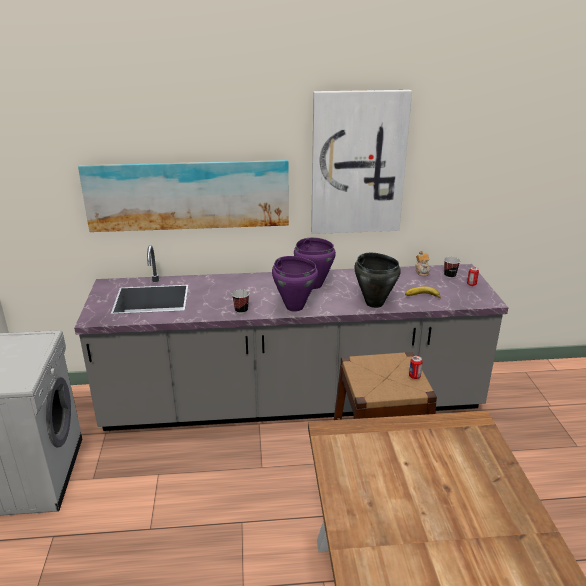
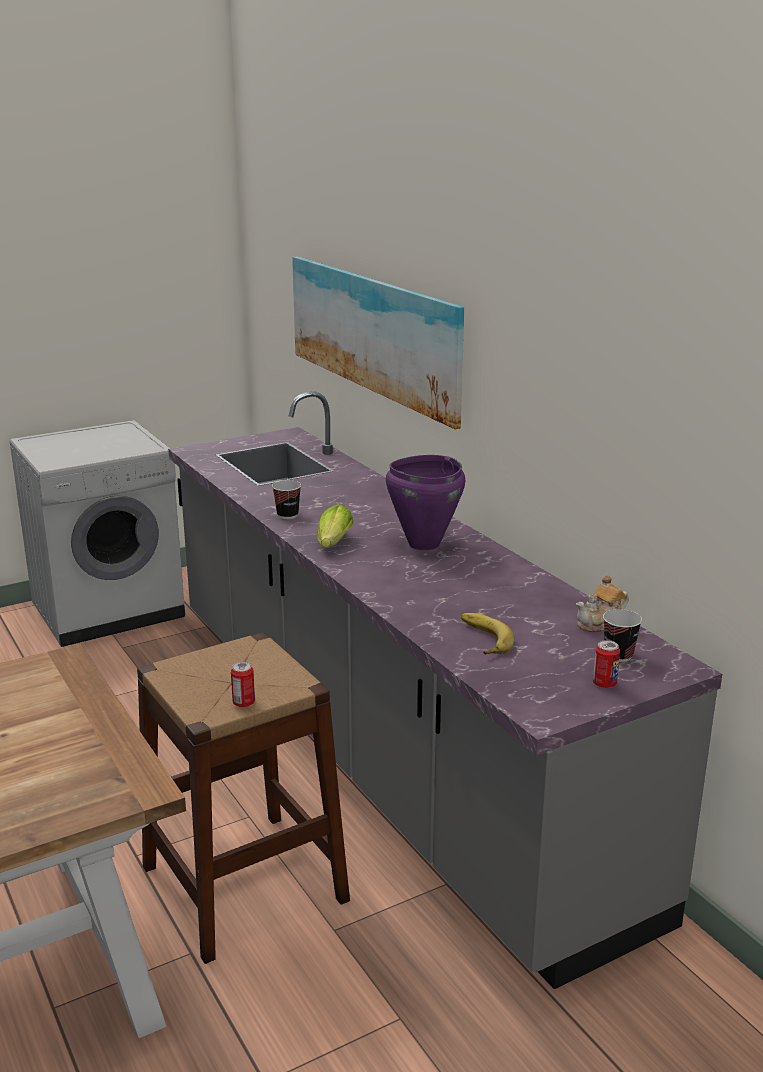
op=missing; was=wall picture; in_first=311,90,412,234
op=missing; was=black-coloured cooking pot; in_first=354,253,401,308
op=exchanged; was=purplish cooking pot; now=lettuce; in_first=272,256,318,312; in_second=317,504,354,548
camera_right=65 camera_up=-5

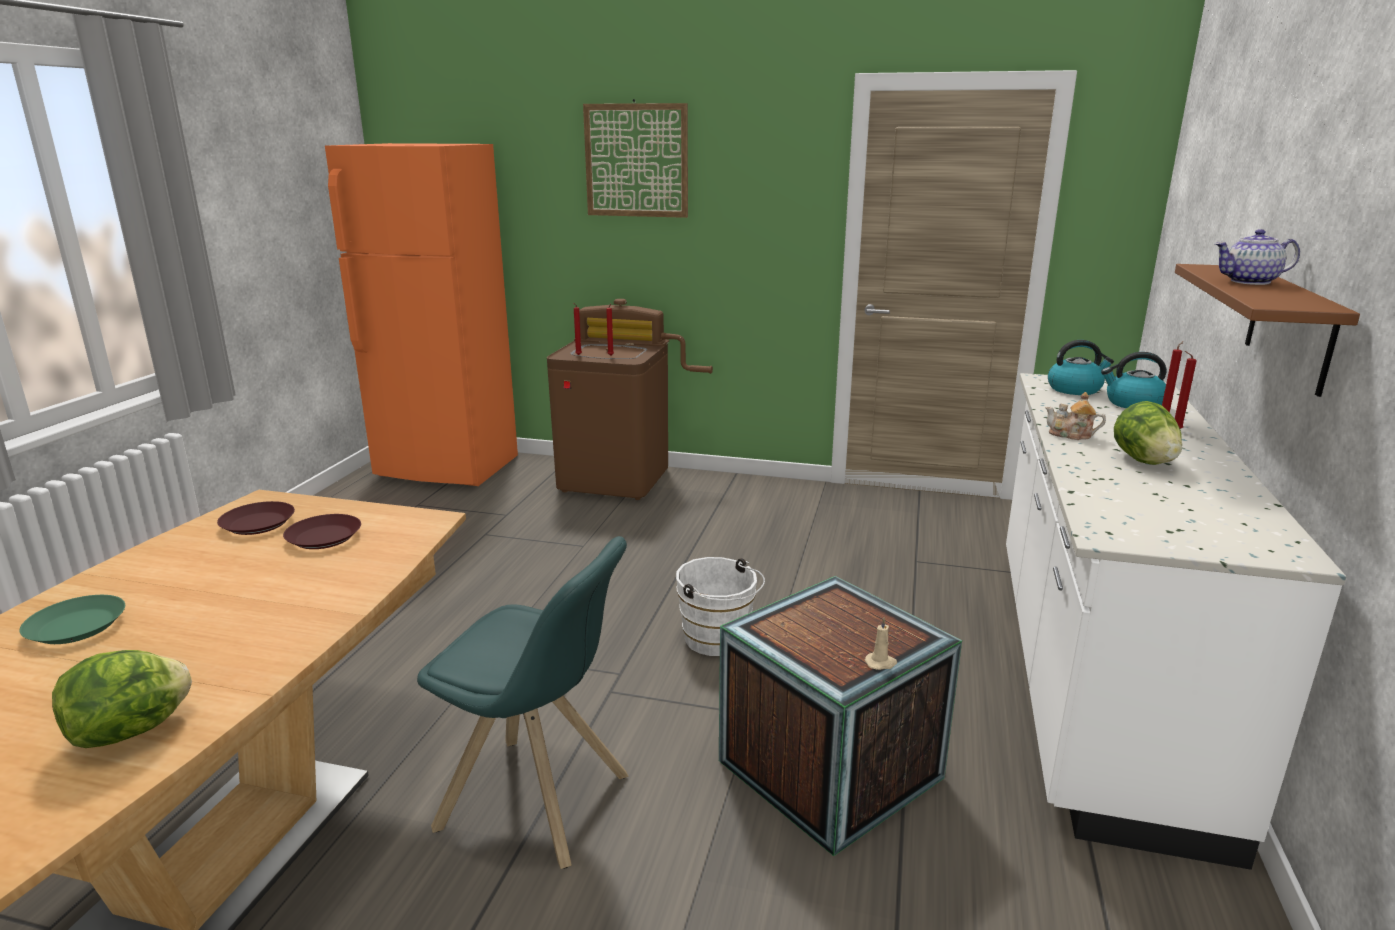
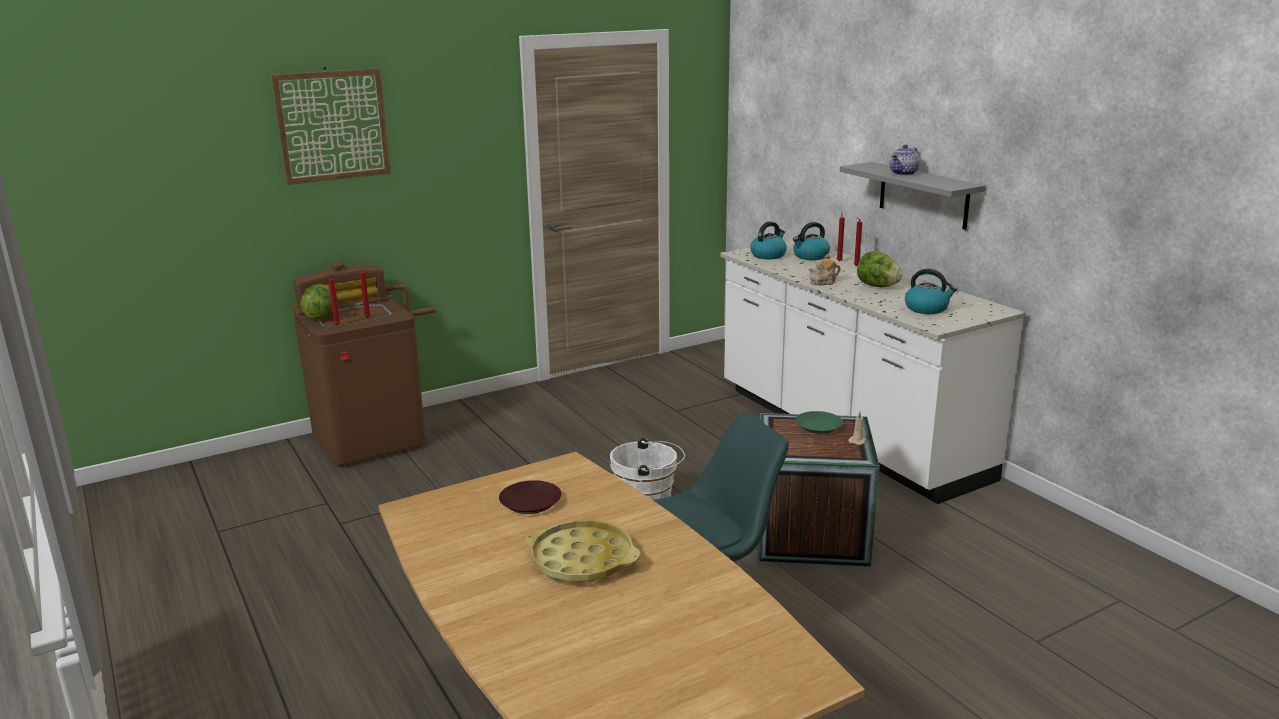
op=missing; was=orange refrigerator; in_first=325,143,518,486
op=colour; was=brown shelf; now=greyish shelf; in_first=1175,264,1360,397; in_second=840,162,986,230
op=missing; was=brown dinner plate; in_first=217,501,295,535
op=relocated; was=green-coloured dinner plate; in_first=19,595,125,644; in_second=795,411,843,434
op=relocated; was=lettuce; in_first=52,650,192,748; in_second=300,284,338,320
op=appeared; now=water kettle; in_second=905,269,957,314
op=appeared; now=yellow-coloured serving tray; in_second=525,520,641,582
camera_right=-45 camera_up=0

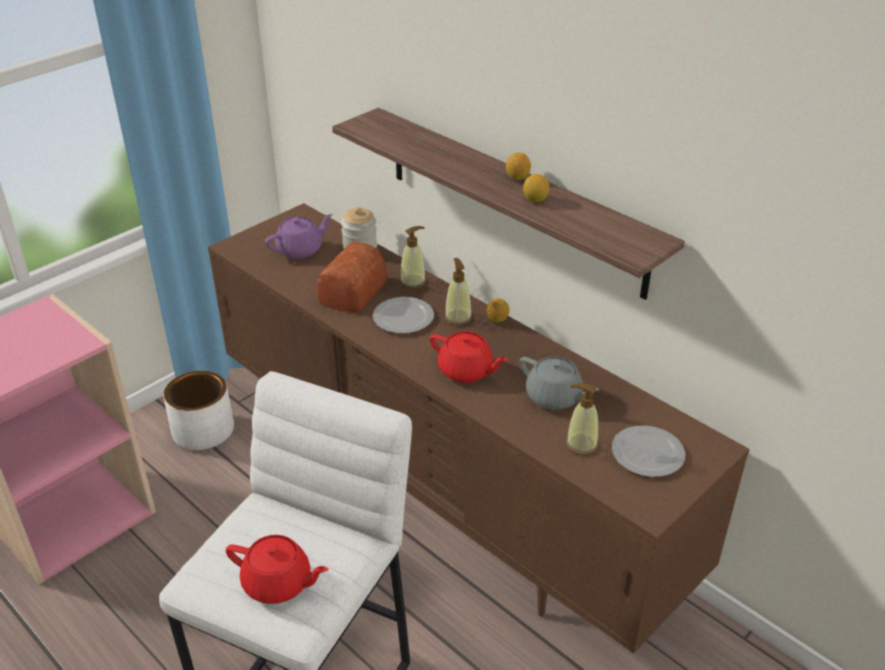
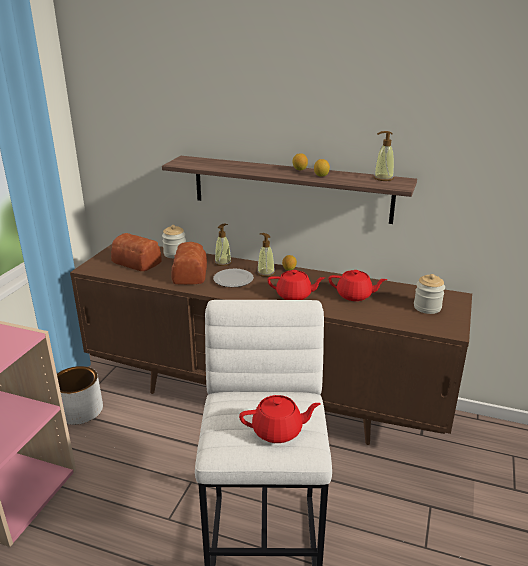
op=exchanged; was=purplish teapot; now=bakery bread; in_first=265,214,333,259; in_second=111,233,162,271
op=colour; was=greyish teapot; now=red teapot; in_first=519,356,599,410; in_second=328,270,387,301
op=relocated; was=soap dispenser; in_first=566,383,598,456; in_second=374,131,394,181
op=exchanged; was=dinner plate; now=preserve jar; in_first=612,425,685,477; in_second=414,274,445,314
camera_right=-25 camera_up=-10

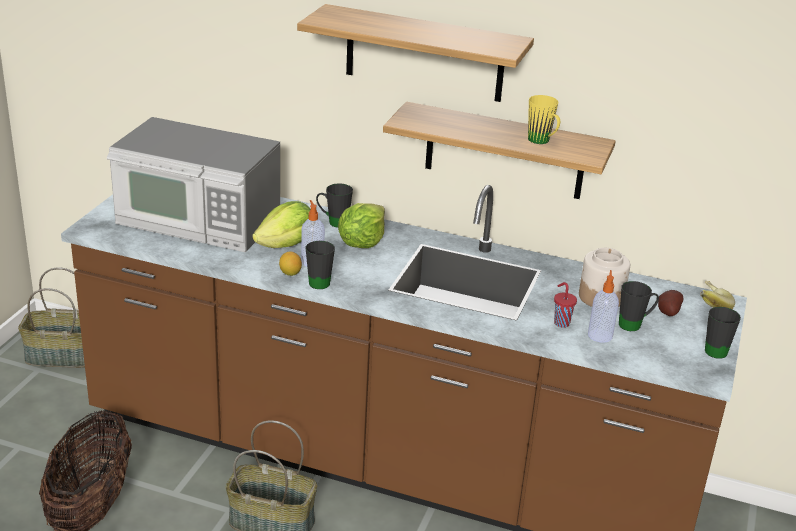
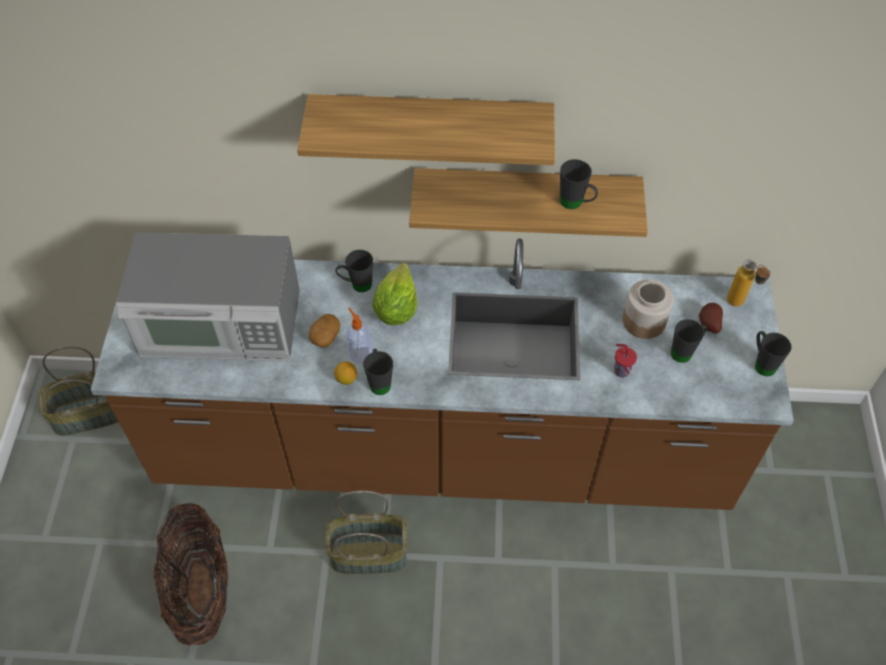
op=colour; was=yellow-coloured coffee mug; now=black-coloured coffee mug; in_first=528,95,560,144; in_second=560,159,598,209
op=exchanged; was=lettuce; now=potato; in_first=252,201,311,248; in_second=309,314,341,348
op=missing; was=soap dispenser; in_first=588,270,619,343
op=exchanged; was=whole banana; now=drink bottle; in_first=700,281,735,309; in_second=727,259,770,307
camera_right=-15 camera_up=25

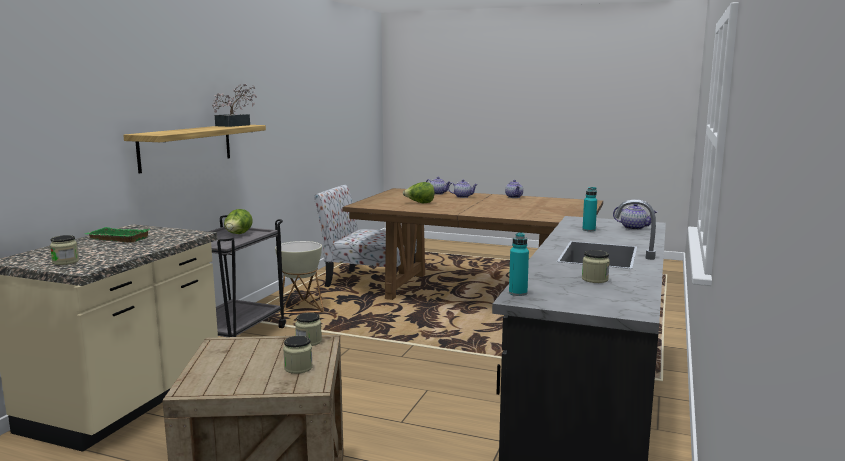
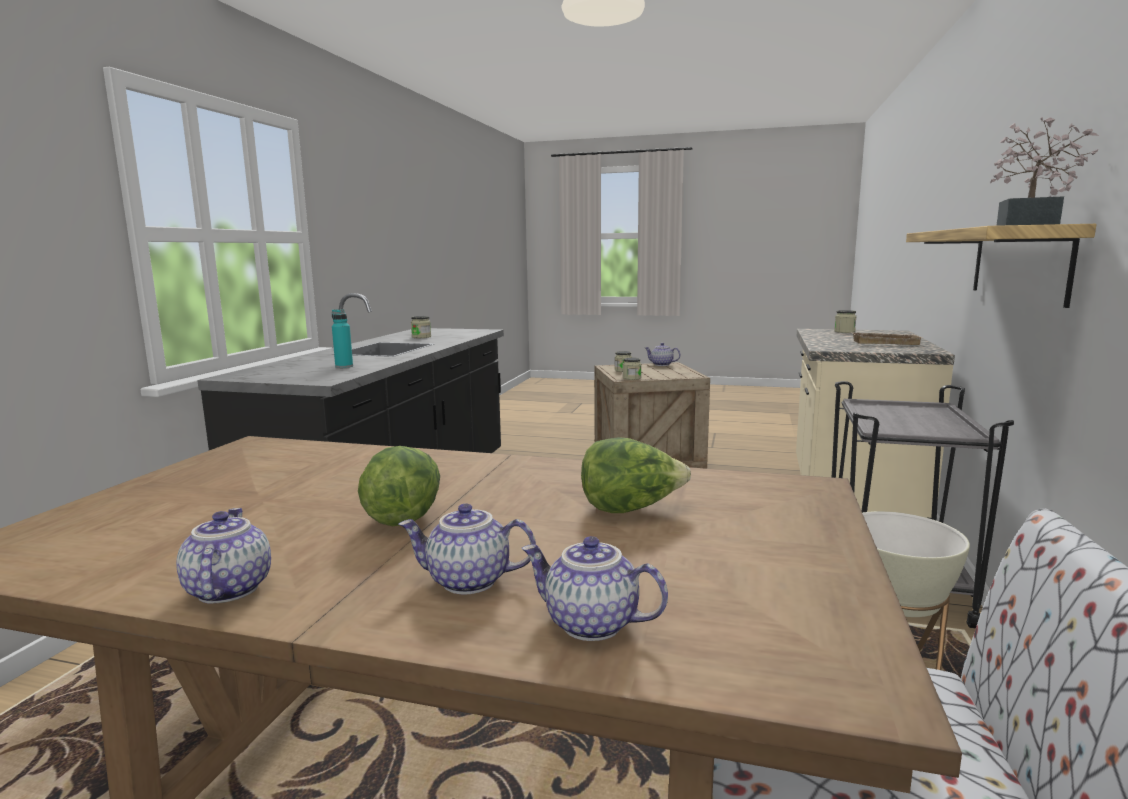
op=relocated; was=teapot; in_first=613,204,657,230; in_second=645,343,680,366
op=relocated; was=lettuce; in_first=224,209,253,234; in_second=358,446,440,526
op=colour; was=green-coloured serving tray; now=sand-coloured serving tray; in_first=85,227,150,243; in_second=851,332,923,345
op=missing; was=blue-green drink bottle; in_first=509,233,529,296
camera_right=175 camera_up=0

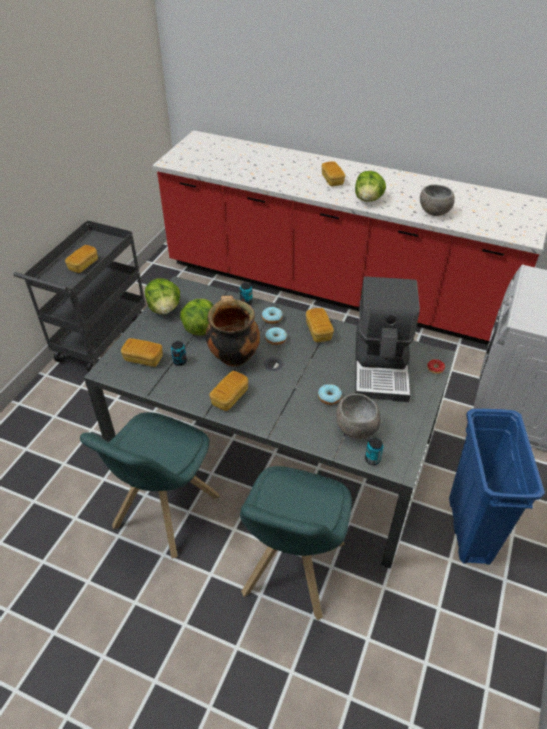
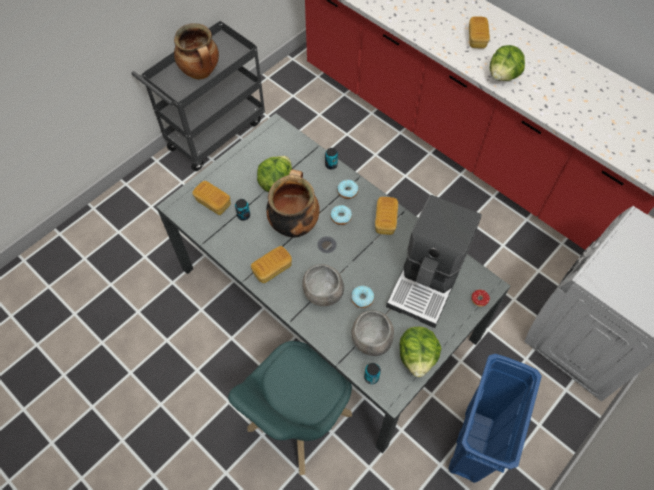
op=relocated; was=greyish deep dish; in_first=420,184,455,216; in_second=302,264,344,306
op=exchanged; was=bakery bread; now=cooking pot; in_first=65,245,98,273; in_second=174,23,219,80
op=relocated; was=lettuce; in_first=145,278,180,314; in_second=400,327,441,377
op=missing; was=blue-green upright chair; in_first=80,412,220,559
camera_right=20 camera_up=15

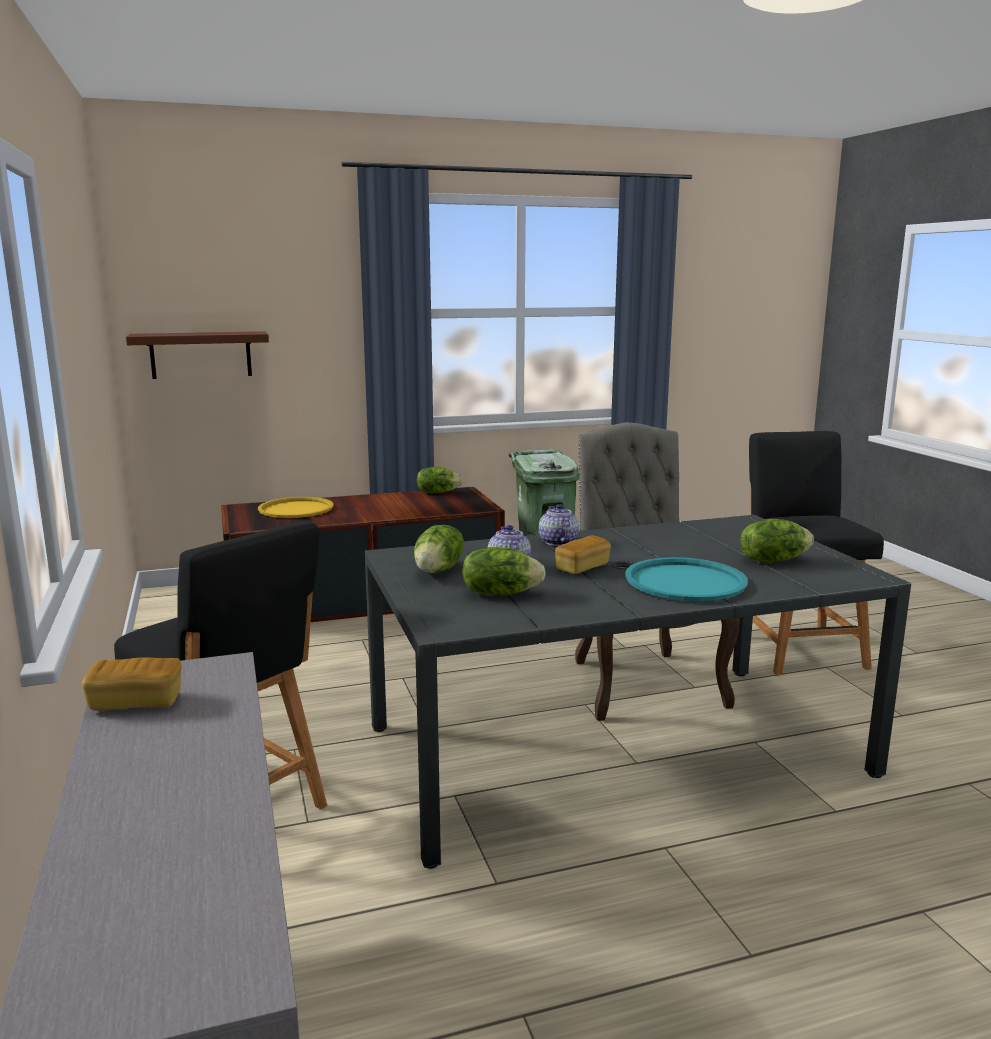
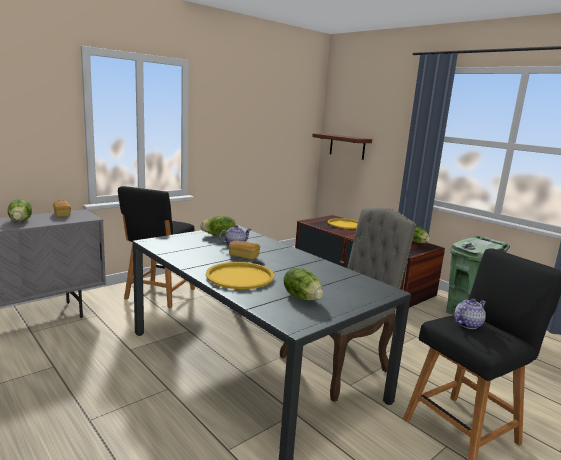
op=relocated; was=teapot; in_first=539,504,579,546; in_second=454,298,486,329
op=relocated; was=lettuce; in_first=462,547,546,596; in_second=8,199,32,222
op=colour; was=blue-green serving tray; now=yellow-coloured serving tray; in_first=625,557,748,601; in_second=206,262,274,289
camera_right=65 camera_up=0

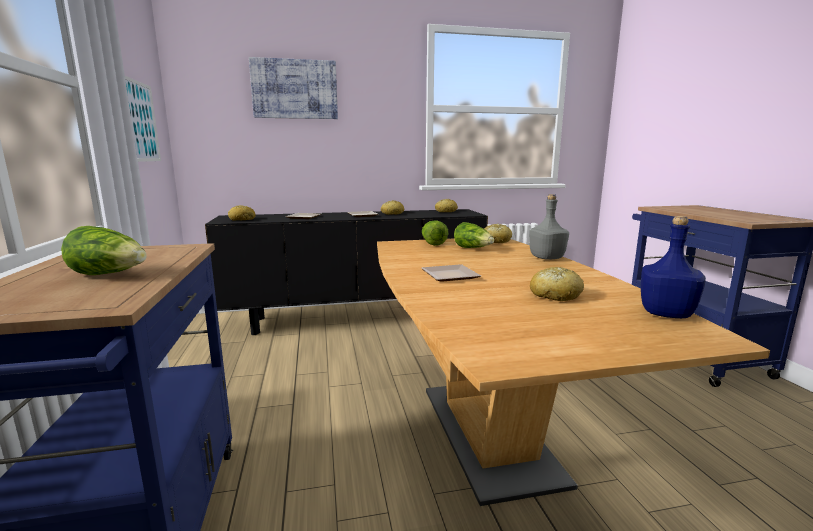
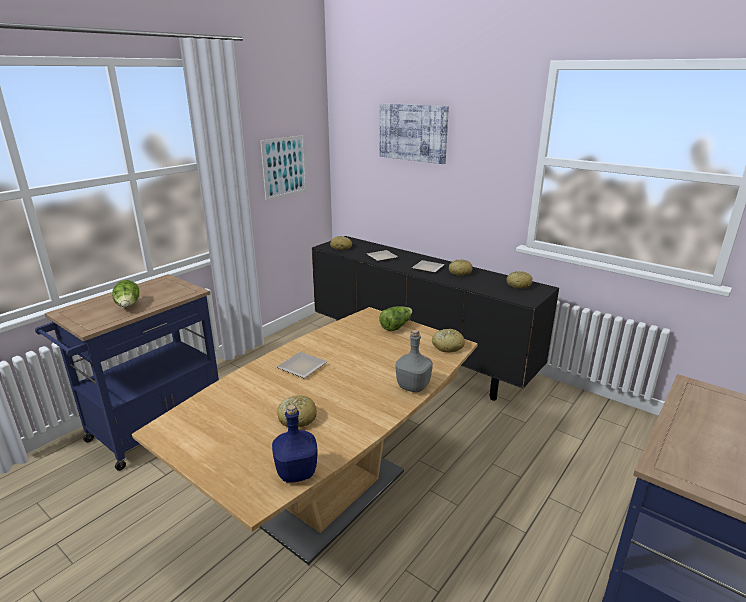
op=missing; was=lettuce; in_first=454,222,494,248
camera_right=50 camera_up=10

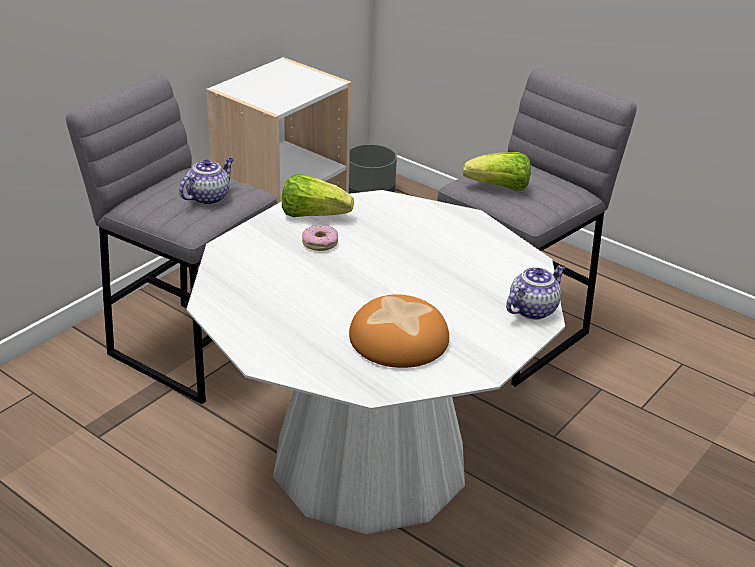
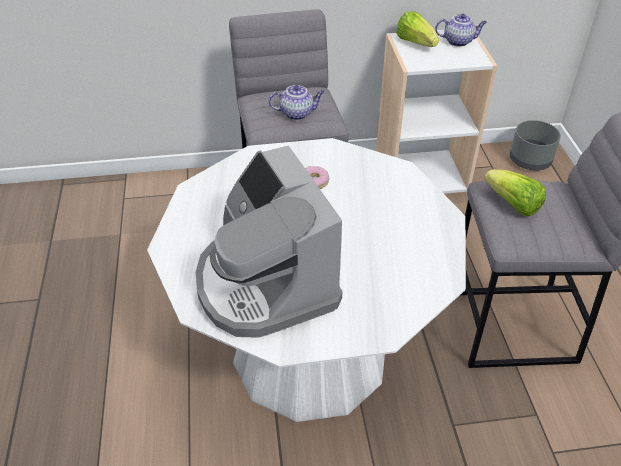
op=relocated; was=lettuce; in_first=282,174,354,217; in_second=396,11,439,47
op=relocated; was=teapot; in_first=506,265,566,320; in_second=435,14,487,47
op=exchanged; was=bakery bread; now=coffee machine; in_first=349,294,449,368; in_second=196,145,342,338
camera_right=45 camera_up=10

